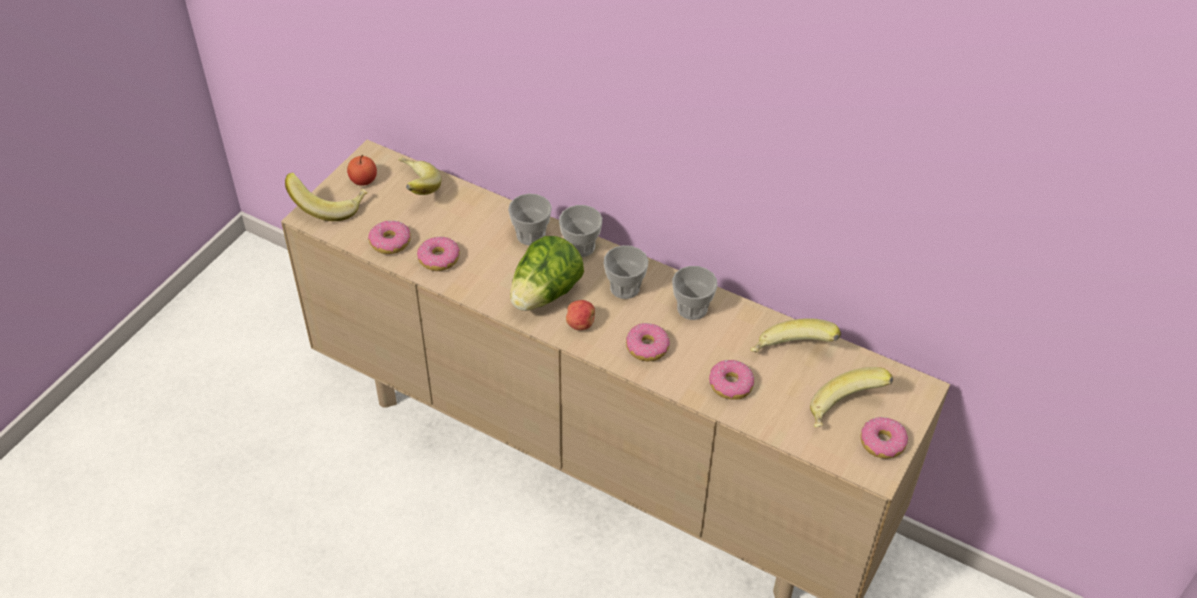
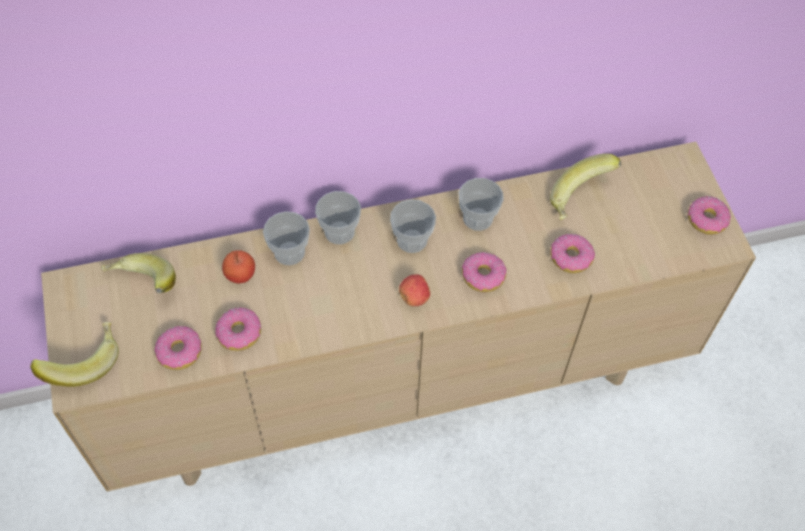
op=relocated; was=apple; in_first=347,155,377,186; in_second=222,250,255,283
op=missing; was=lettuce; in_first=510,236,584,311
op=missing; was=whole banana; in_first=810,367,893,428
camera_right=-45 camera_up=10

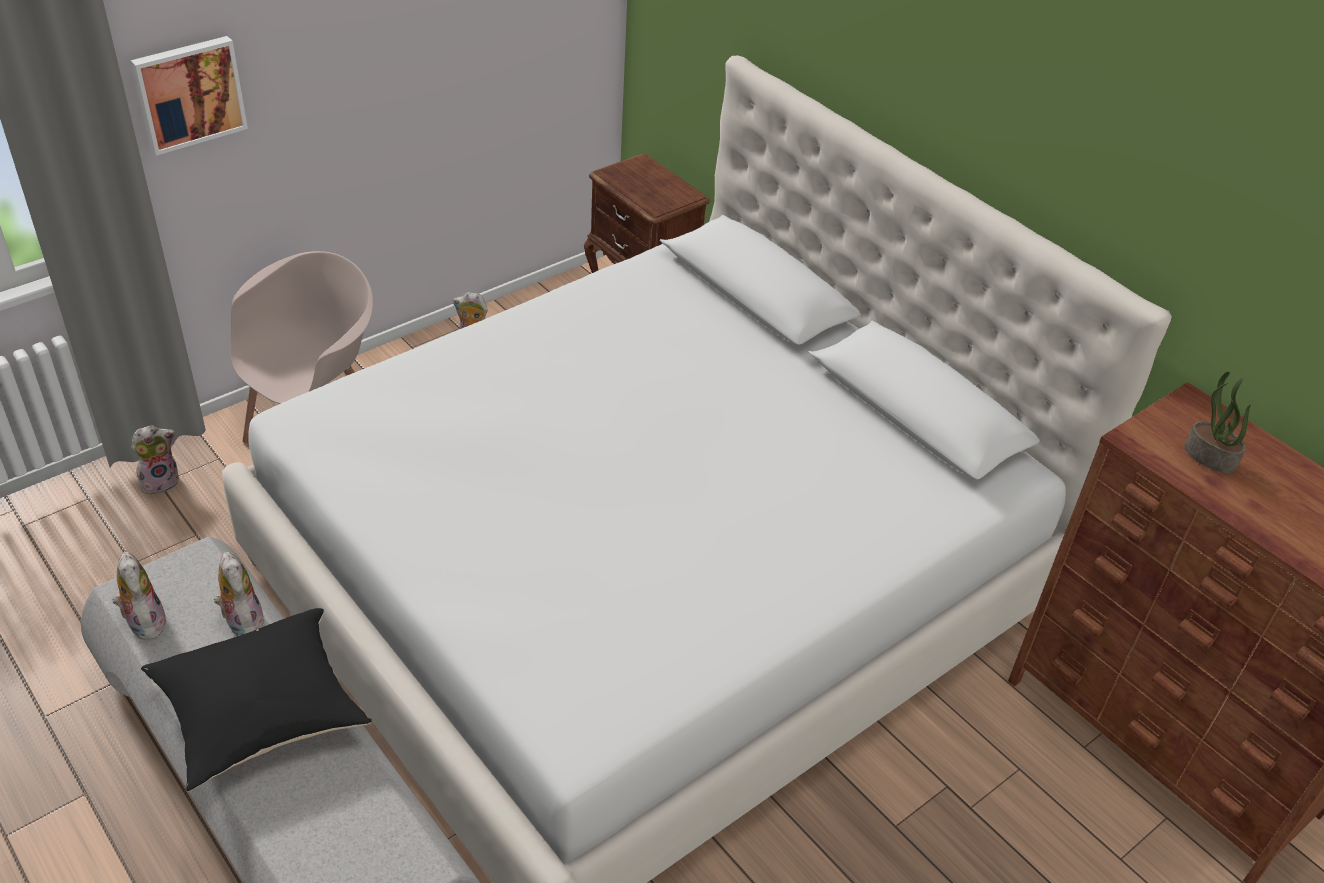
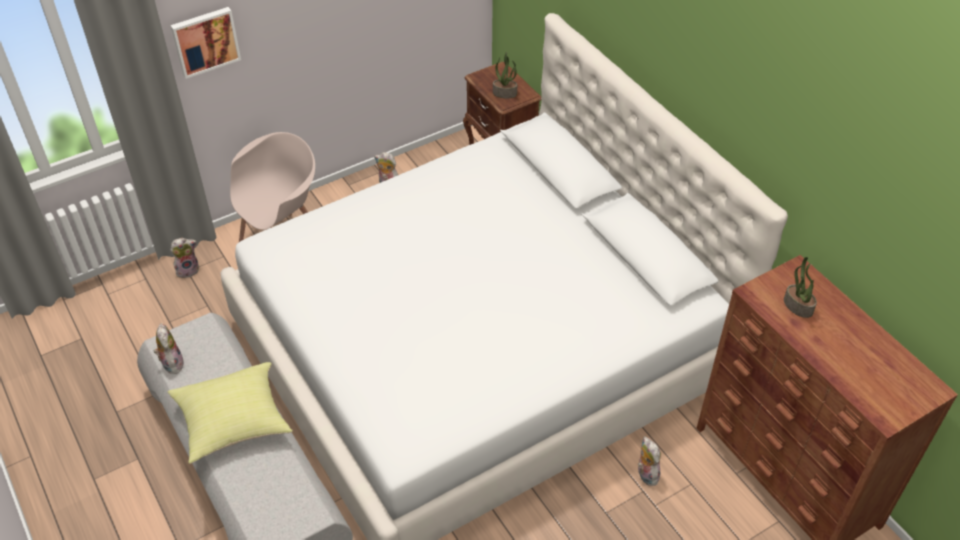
op=relocated; was=cuddly toy; in_first=214,552,265,636; in_second=638,436,661,486
op=colour; was=black-coloured throw pillow; now=yellow-coloured throw pillow; in_first=141,608,372,791; in_second=168,362,293,464
op=appeared; now=potted plant; in_second=493,52,517,98
camera_right=10 camera_up=5

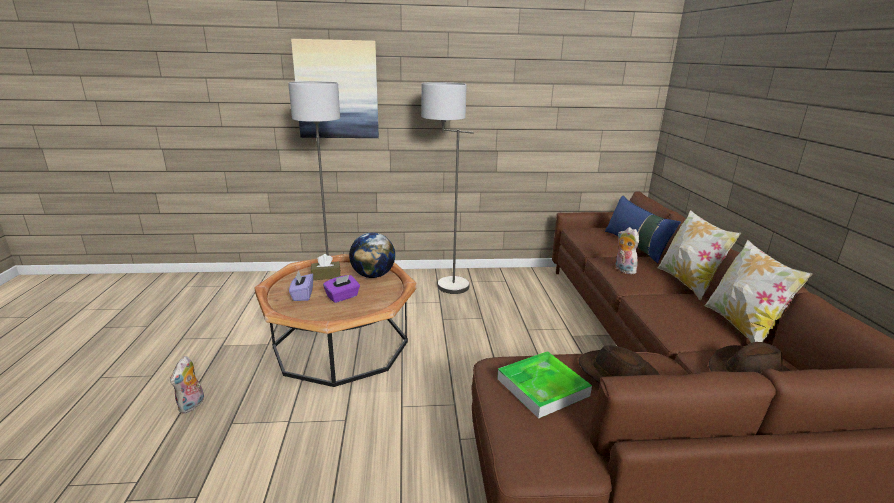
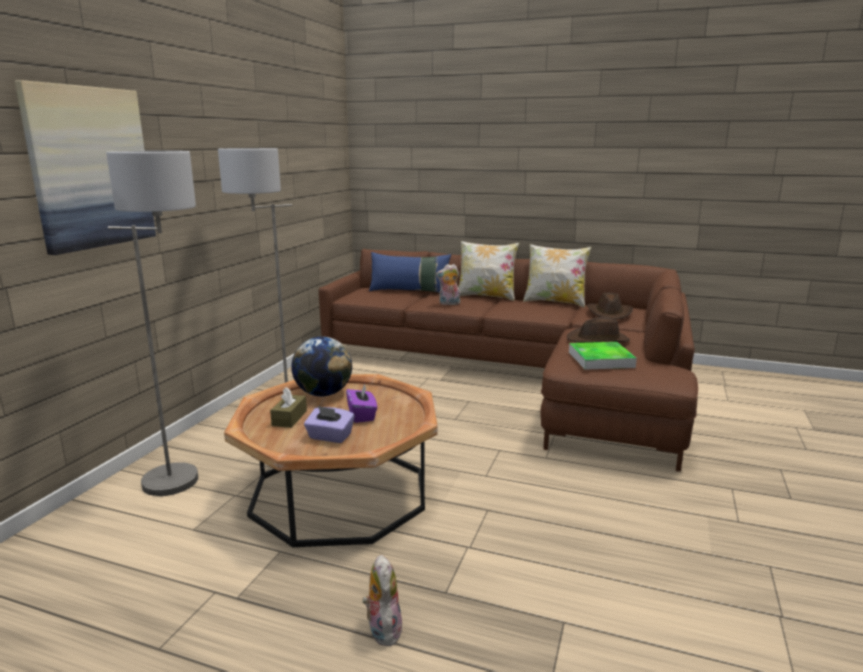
op=spun; was=cuddly toy; in_first=170,356,204,414; in_second=362,555,403,646; clockwise=-135
camera_right=-65 camera_up=-5

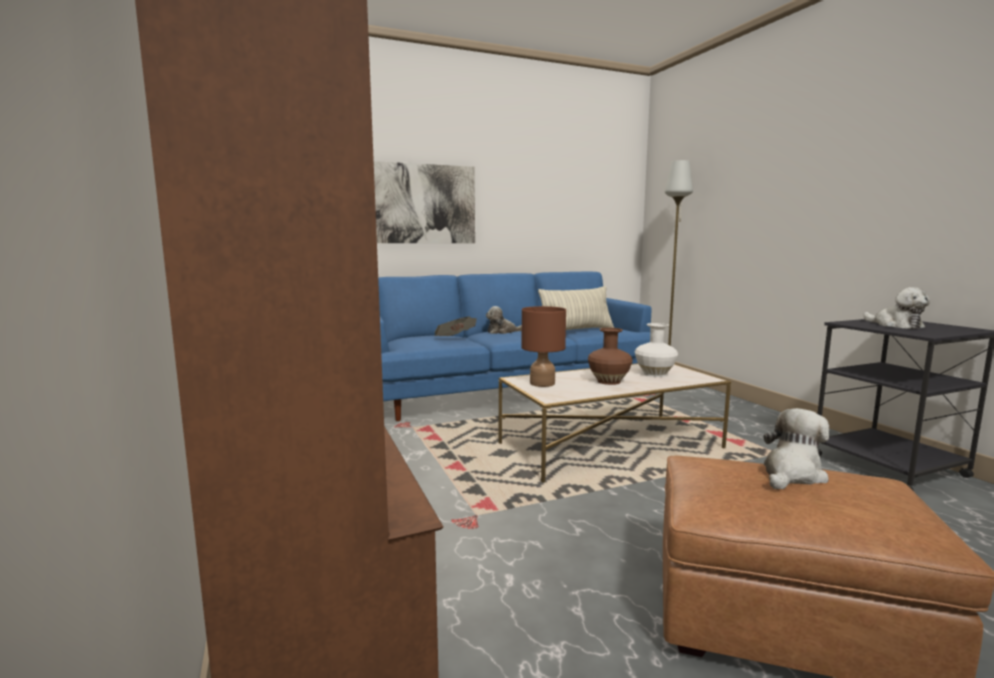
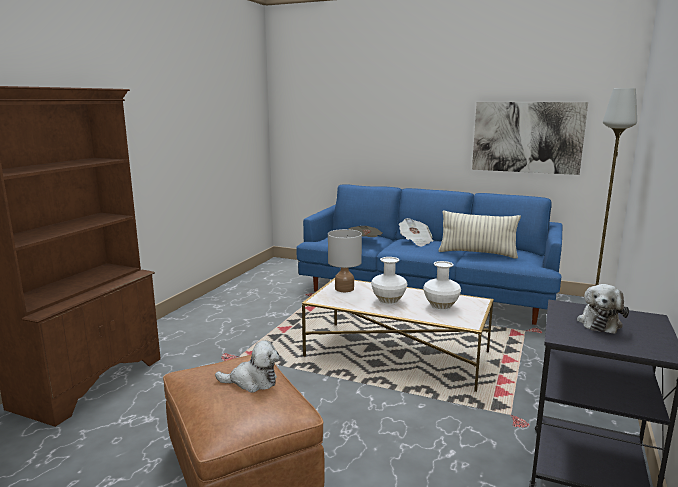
op=relocated; was=wall picture; in_first=374,161,475,243; in_second=472,102,588,175
op=exchanged; was=cuddly toy; now=daily paper; in_first=486,306,522,334; in_second=399,218,434,246
op=colour; was=brown table lamp; now=greyish table lamp; in_first=521,306,566,387; in_second=328,229,362,292
op=colour; was=brown vase; now=white vase; in_first=588,328,633,385; in_second=371,257,408,305
camera_right=45 camera_up=5

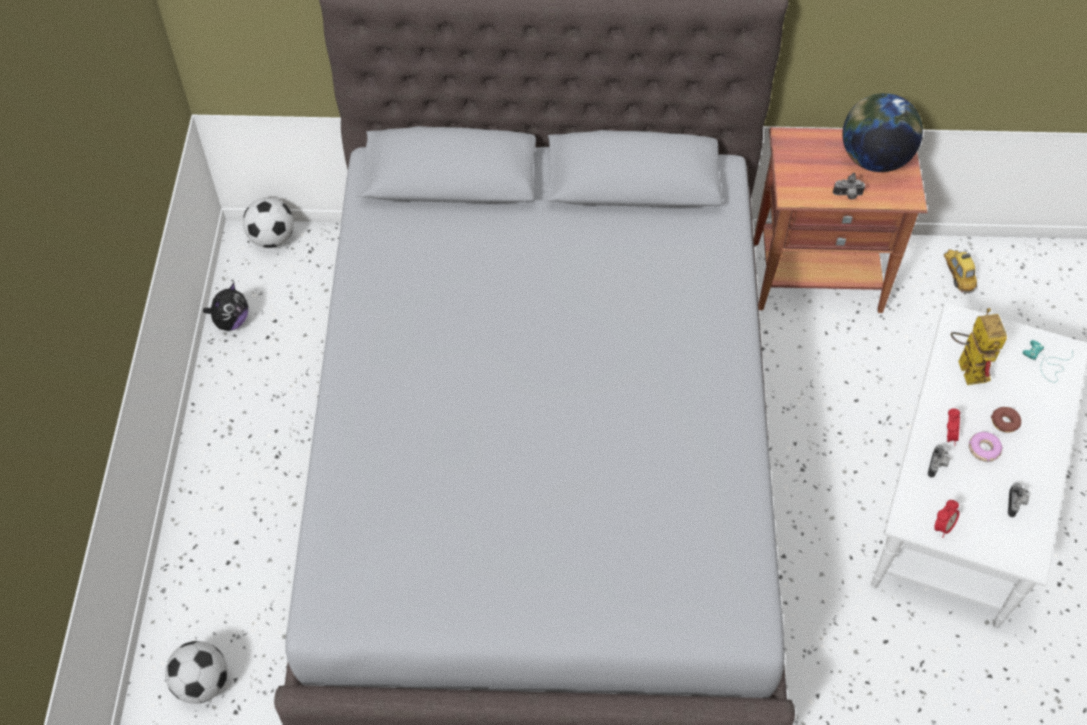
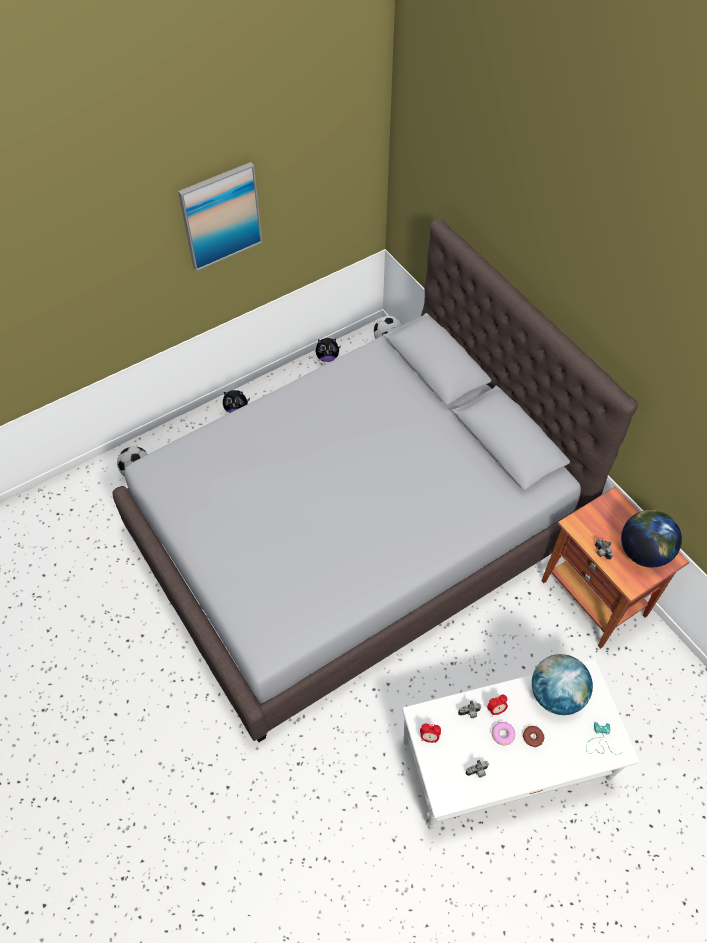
op=missing; was=toy car; in_first=944,249,978,295
op=exchanged; was=robot figure; now=world globe; in_first=951,308,1007,385; in_second=532,654,593,715
op=appeared; now=wall picture; in_second=178,162,263,271
op=appeared; now=cuddly toy; in_second=223,390,250,413
camera_right=55 camera_up=0

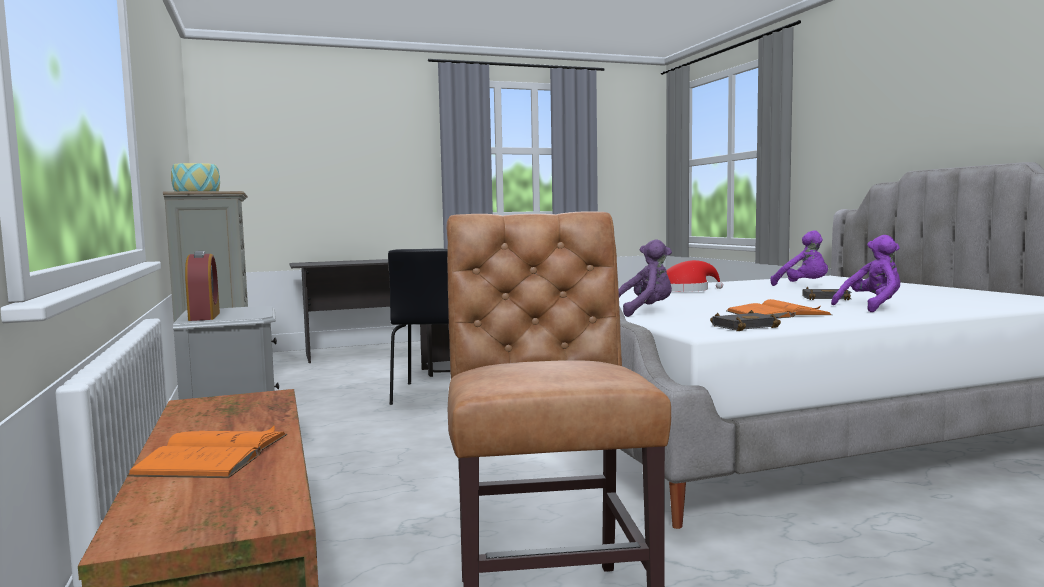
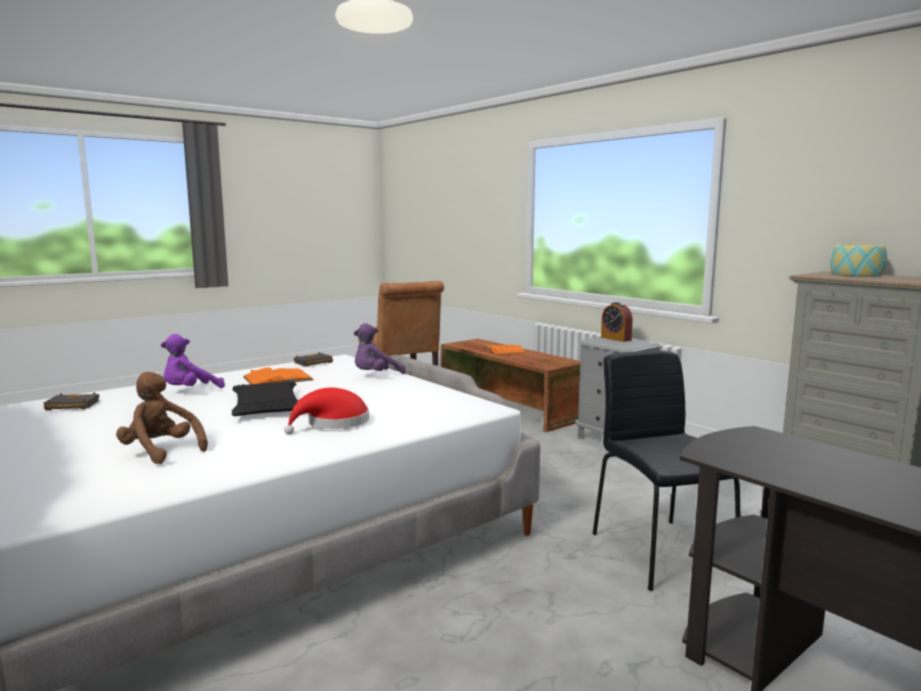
op=colour; was=purplish cuddly toy; now=brown cuddly toy; in_first=770,230,828,286; in_second=116,372,208,464
op=relocated; was=black-coloured volume; in_first=803,287,852,300; in_second=44,392,100,411
op=appeared; now=black-coloured throw pillow; in_second=231,380,299,416
camera_right=160 camera_up=5

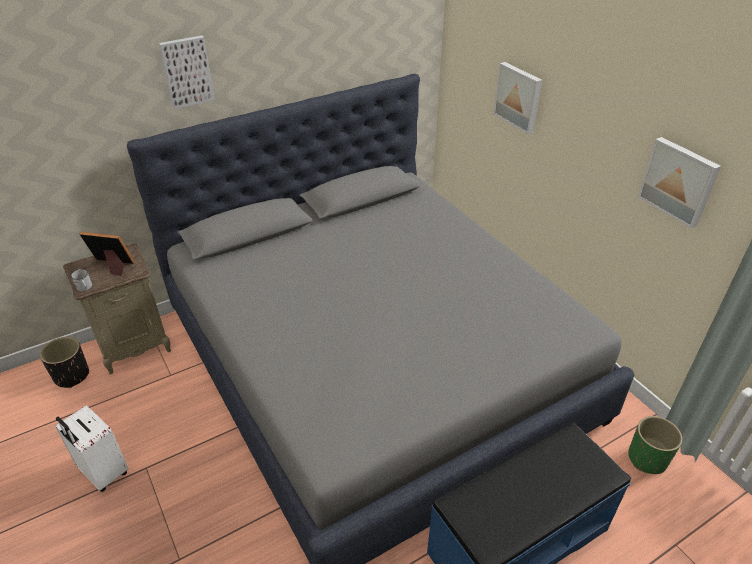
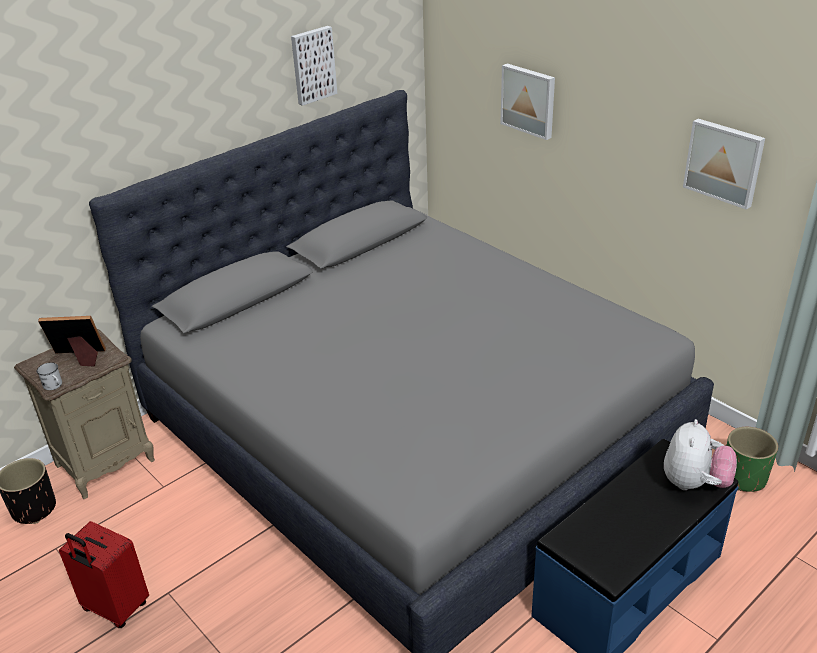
op=relocated; was=wall picture; in_first=159,35,215,109; in_second=291,26,337,106
op=colour; was=white suitcase; now=red suitcase; in_first=55,405,129,492; in_second=59,521,149,628
op=appeared; now=cuddly toy; in_second=664,419,737,490
camera_right=-10 camera_up=-5

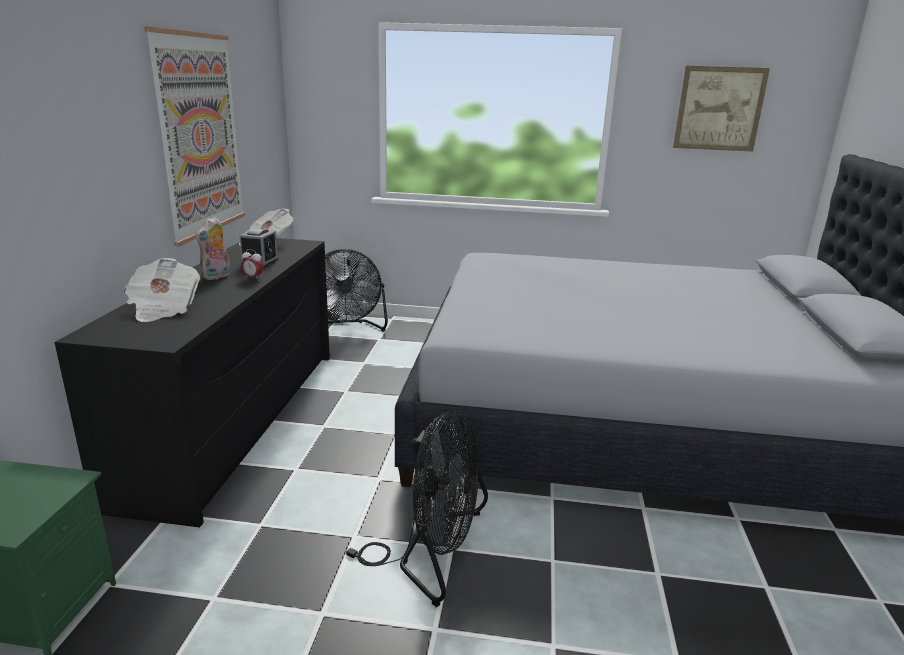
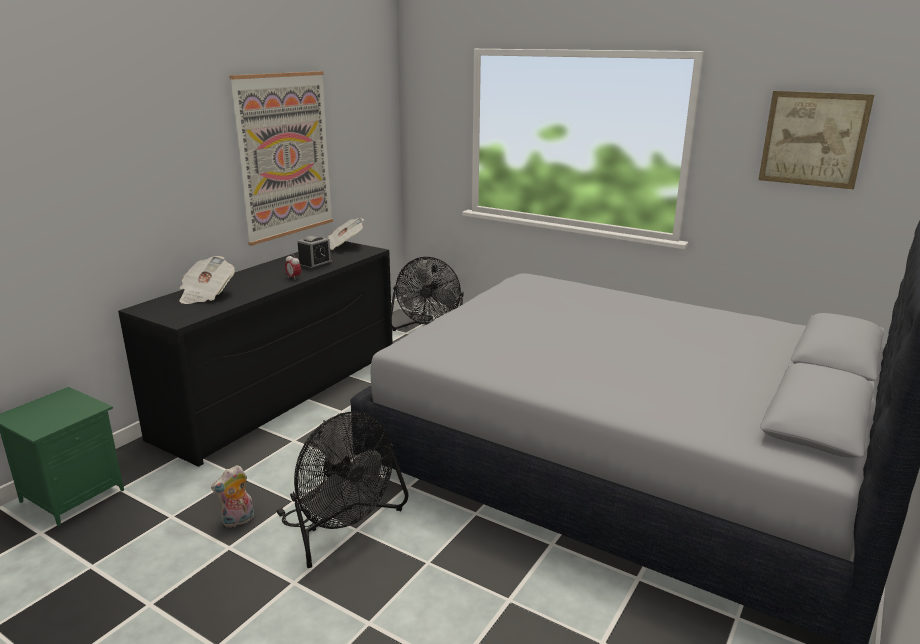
op=relocated; was=cuddly toy; in_first=195,217,231,280; in_second=211,465,254,528
camera_right=25 camera_up=0

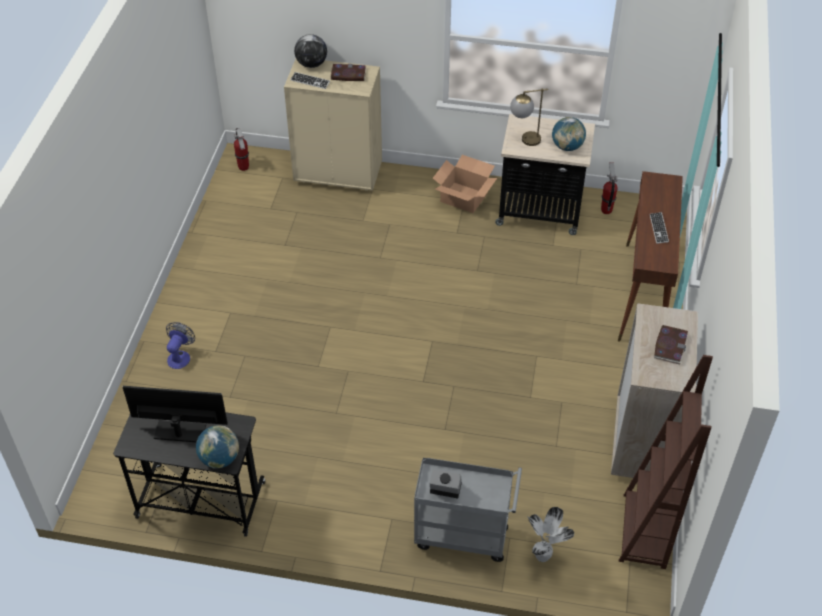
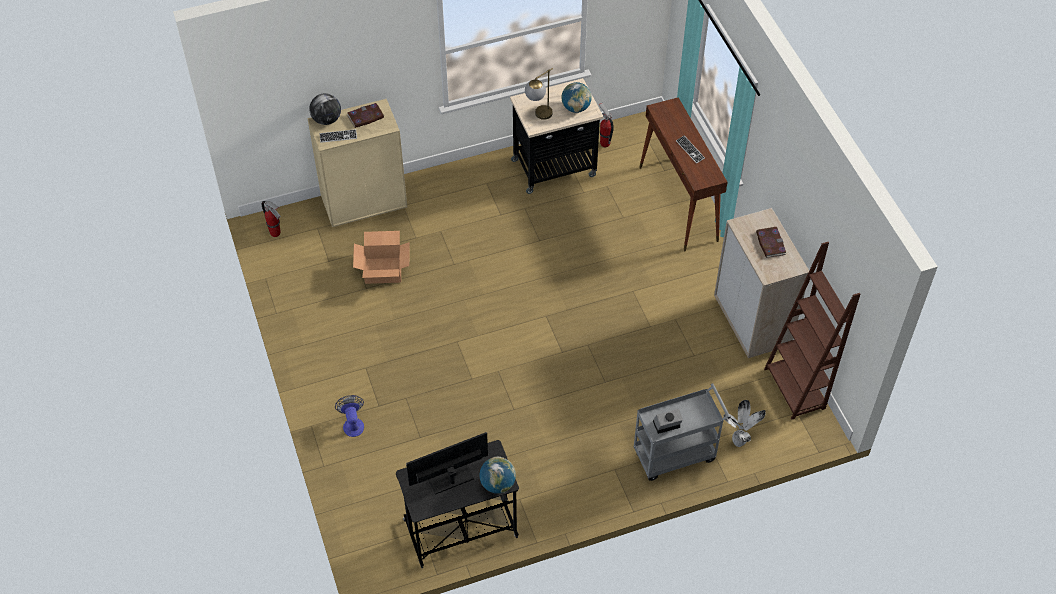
op=relocated; was=packing box; in_first=433,155,497,213; in_second=353,231,410,284
camera_right=-30 camera_up=5

